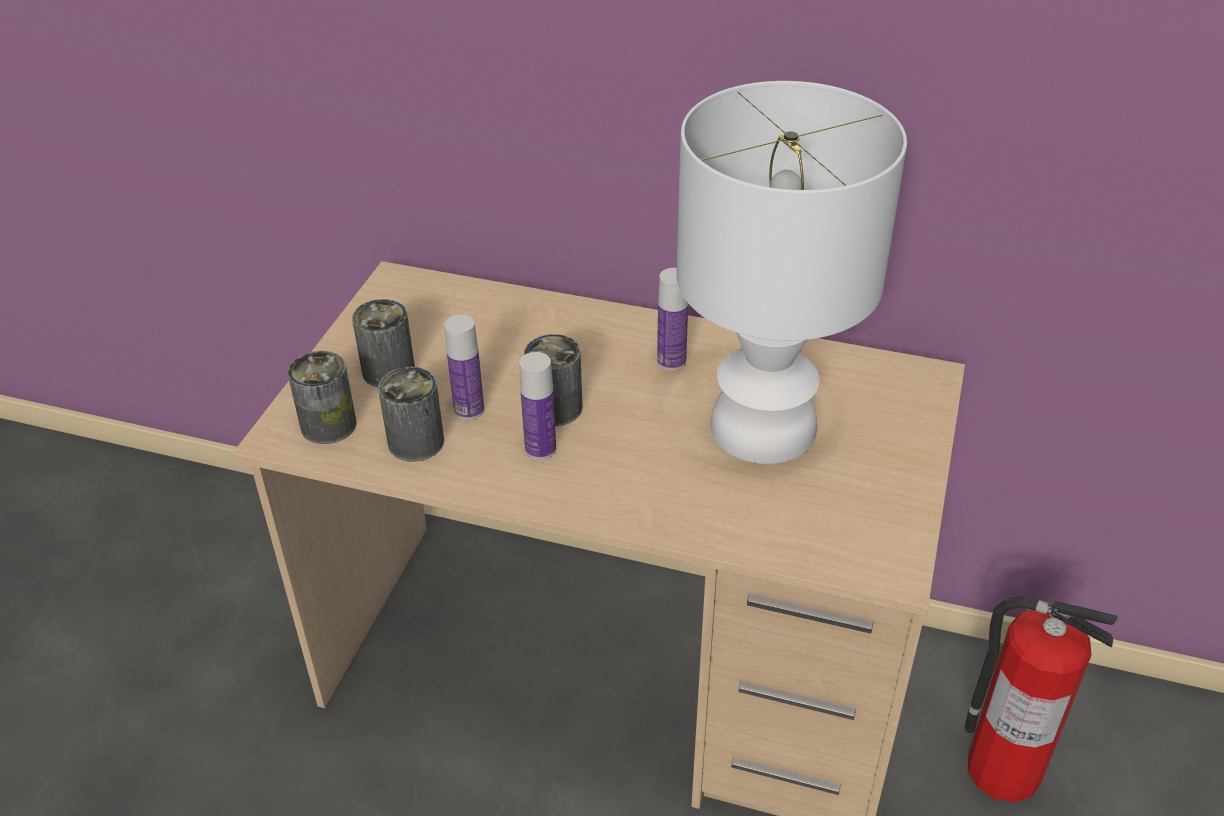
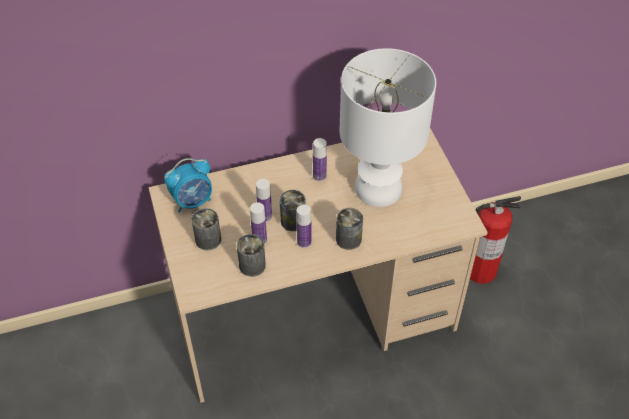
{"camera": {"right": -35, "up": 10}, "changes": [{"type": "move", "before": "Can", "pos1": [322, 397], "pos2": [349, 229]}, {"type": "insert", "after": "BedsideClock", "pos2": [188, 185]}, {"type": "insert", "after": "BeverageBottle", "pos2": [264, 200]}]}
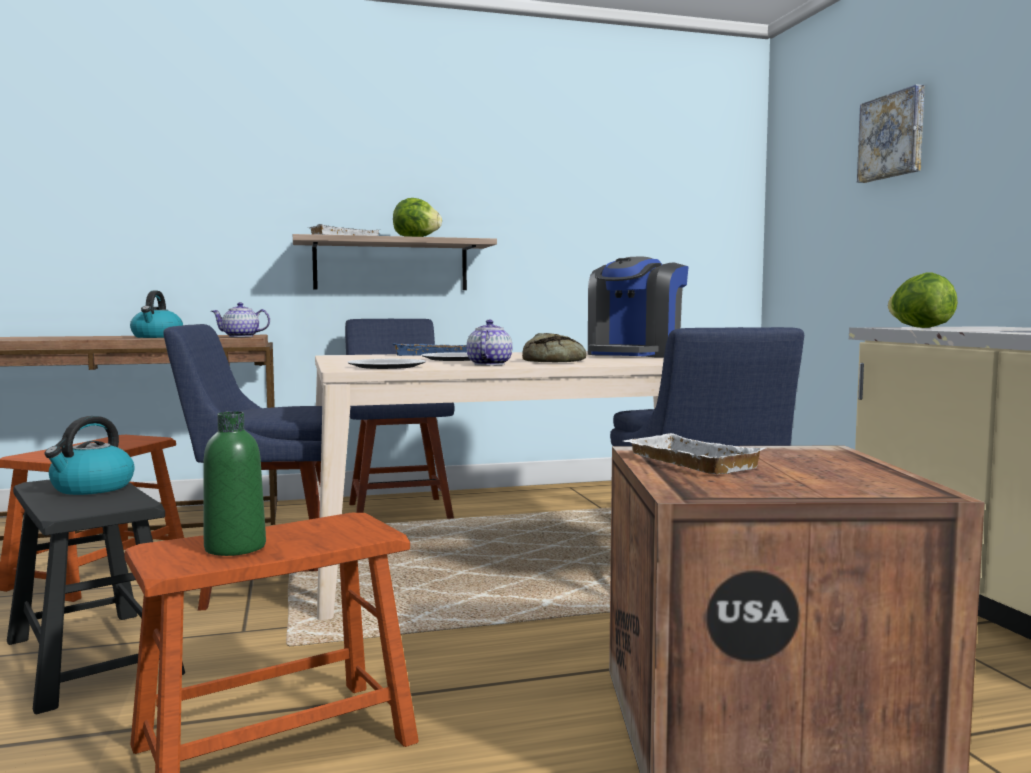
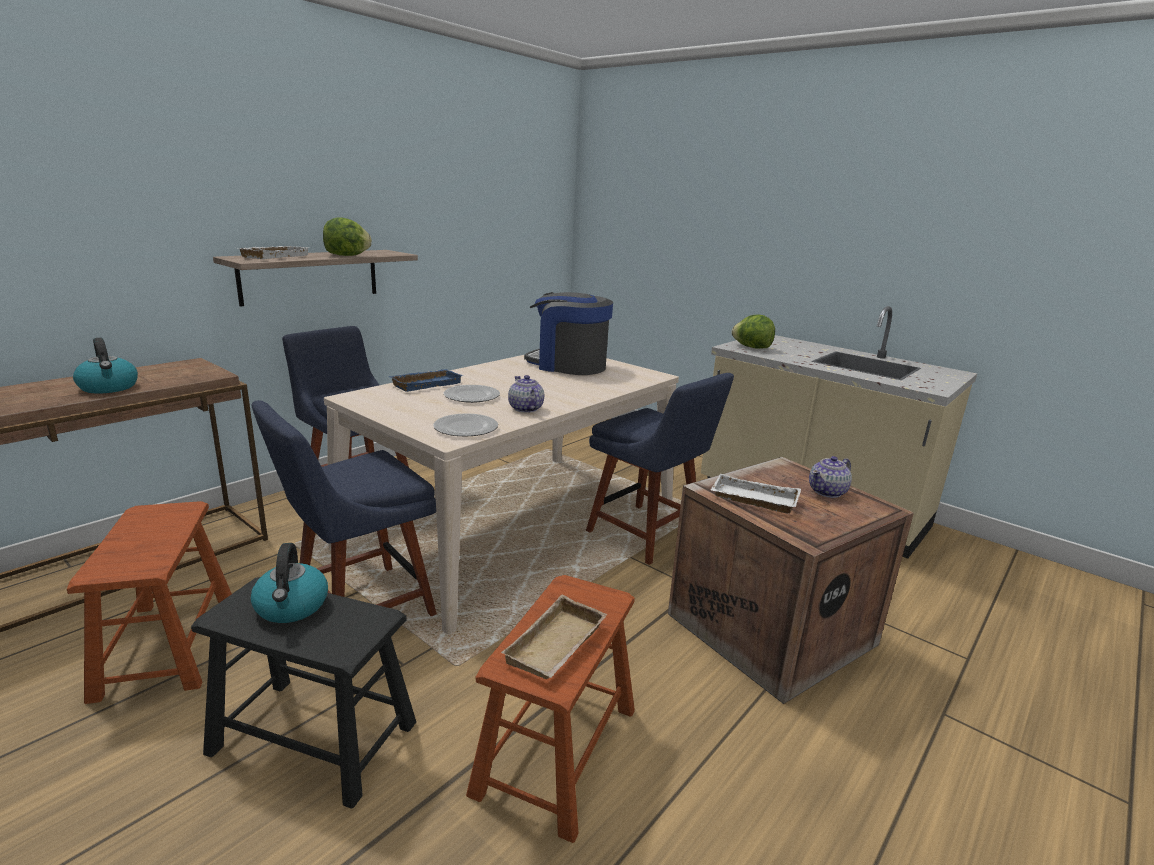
{"camera": {"right": -35, "up": 15}, "changes": [{"type": "replace", "before": "GreenishBeverageBottle", "after": "BeigeCarryingTray", "pos1": [235, 483], "pos2": [554, 637]}, {"type": "move", "before": "Teapot", "pos1": [240, 319], "pos2": [830, 477]}, {"type": "delete", "before": "BakedBread", "pos1": [554, 347]}, {"type": "rotate", "before": "CoffeeMachine", "pos1": [638, 307], "pos2": [568, 333], "turn": 120}, {"type": "delete", "before": "Picture", "pos1": [891, 133]}]}
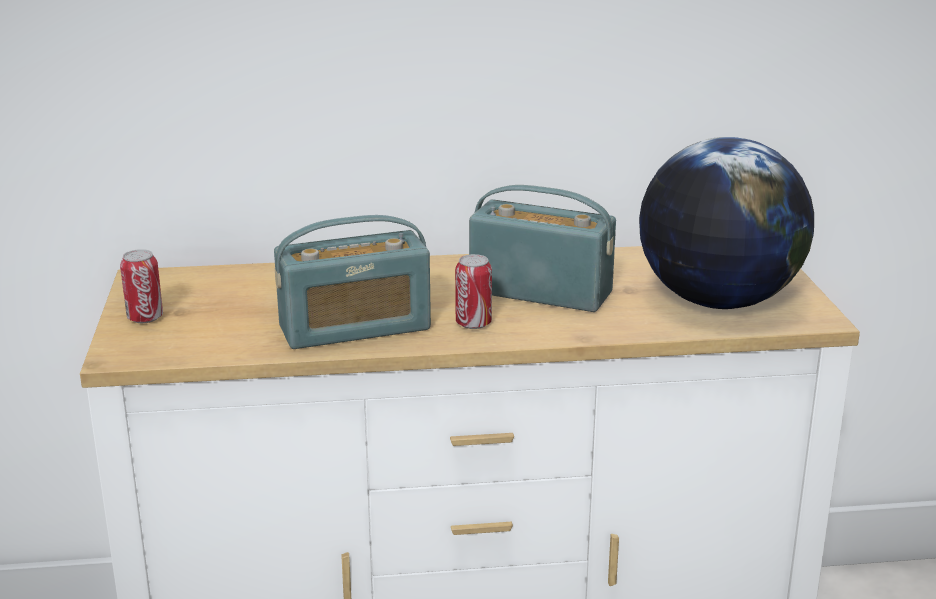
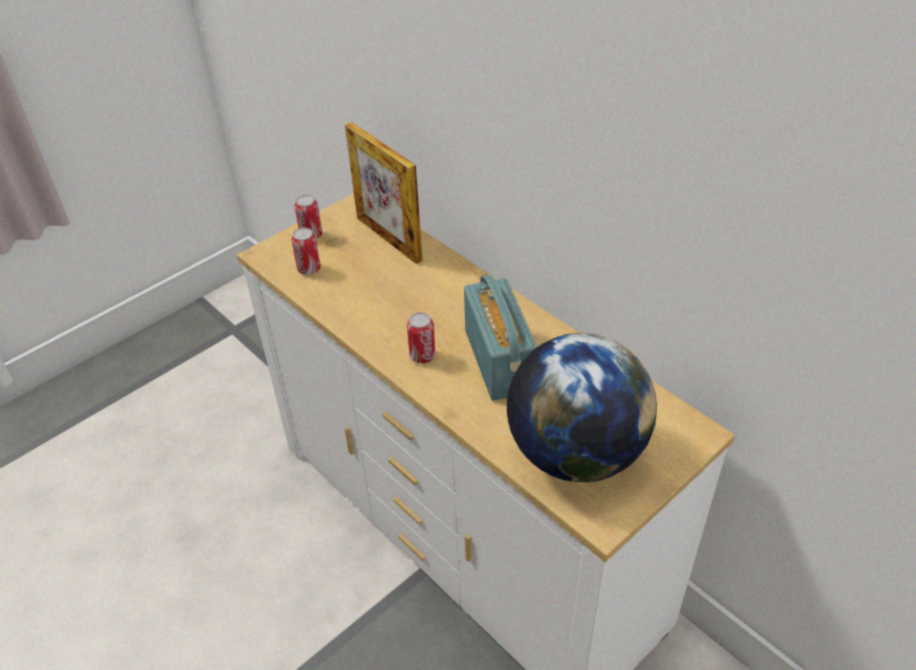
{"camera": {"right": 55, "up": 20}, "changes": [{"type": "delete", "before": "RadioSet", "pos1": [352, 282]}, {"type": "insert", "after": "Can", "pos2": [306, 251]}, {"type": "insert", "after": "PictureFrame", "pos2": [384, 193]}]}
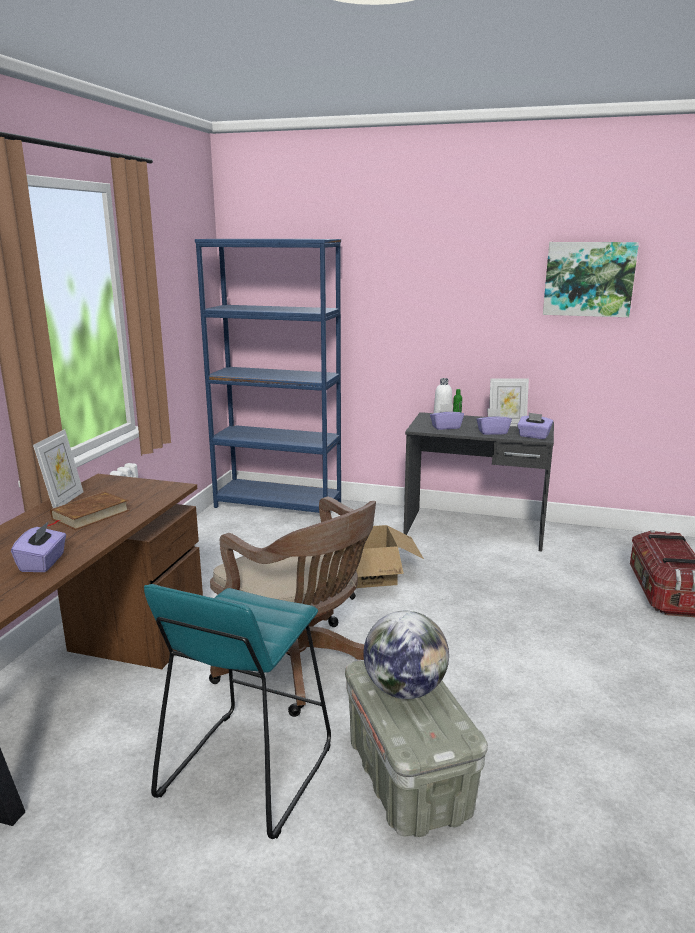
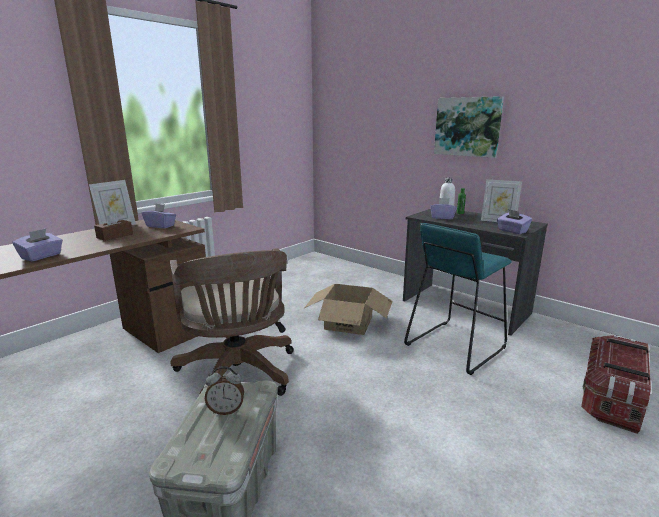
{"camera": {"right": 25, "up": 0}, "changes": [{"type": "replace", "before": "BrownColouredBoundBook", "after": "BrownColouredBoxOfTissues", "pos1": [88, 511], "pos2": [113, 226]}, {"type": "move", "before": "TurquoiseColouredStoolSeat", "pos1": [237, 711], "pos2": [458, 299]}, {"type": "delete", "before": "BlueShelvingUnit", "pos1": [268, 376]}, {"type": "replace", "before": "WorldGlobe", "after": "BedsideClock", "pos1": [406, 655], "pos2": [224, 390]}, {"type": "move", "before": "PurpleBoxOfTissues", "pos1": [494, 421], "pos2": [159, 216]}, {"type": "move", "before": "Picture", "pos1": [591, 279], "pos2": [469, 127]}]}
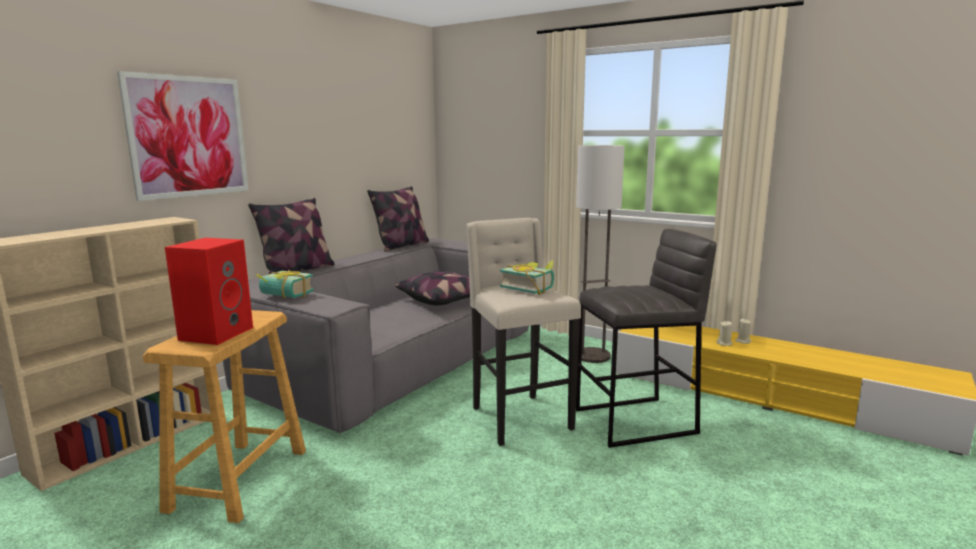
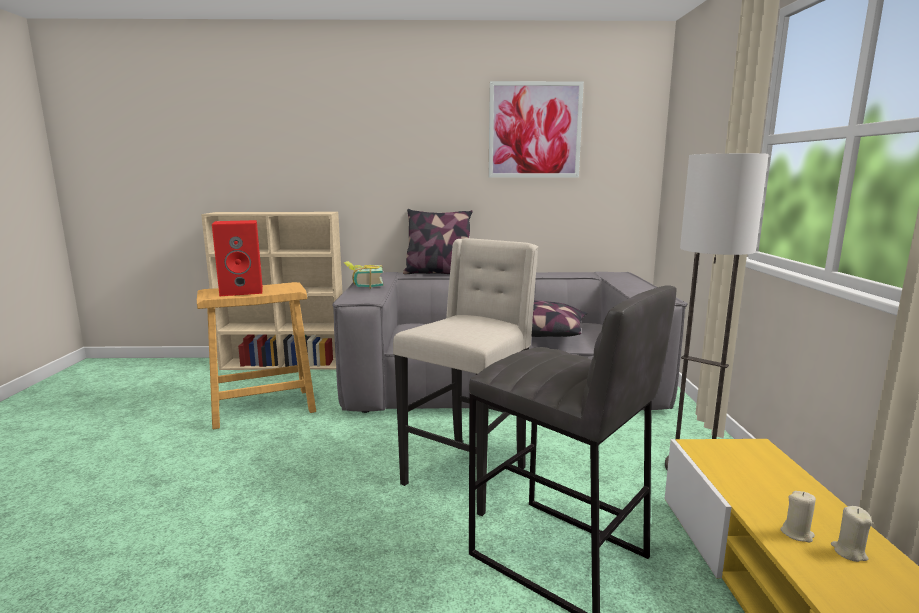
{"camera": {"right": 55, "up": 0}, "changes": [{"type": "move", "before": "Picture", "pos1": [182, 136], "pos2": [536, 129]}, {"type": "delete", "before": "Cushion", "pos1": [398, 219]}, {"type": "delete", "before": "BoundBook", "pos1": [527, 277]}]}
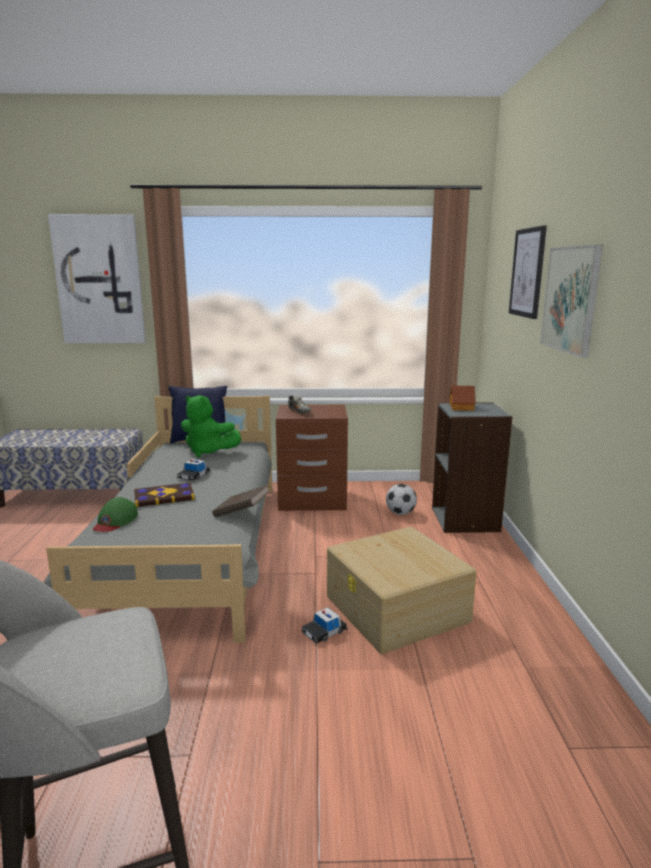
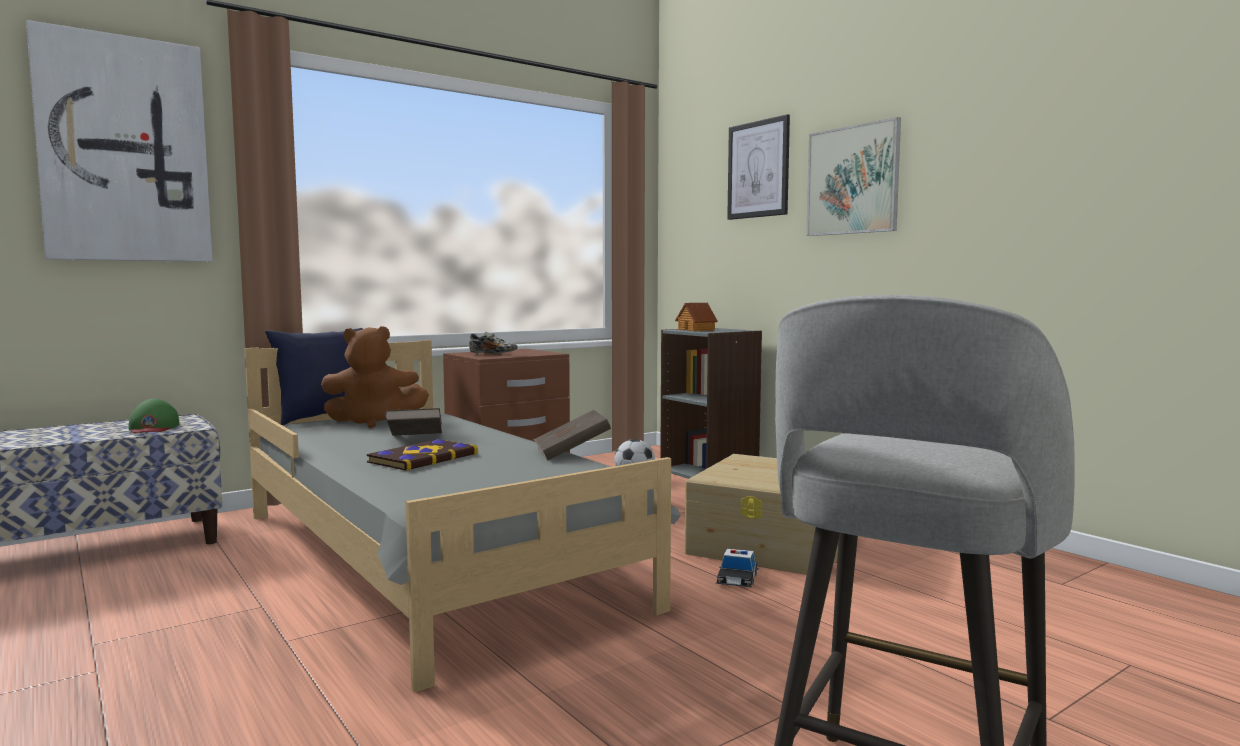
{"camera": {"right": -35, "up": -10}, "changes": [{"type": "move", "before": "GreenishPeakedCap", "pos1": [115, 514], "pos2": [153, 416]}, {"type": "replace", "before": "ModelCar", "after": "BrownColouredBoundBook", "pos1": [194, 470], "pos2": [413, 422]}, {"type": "recolor", "before": "GreenishCuddlyToy", "after": "BrownColouredCuddlyToy", "pos1": [211, 426], "pos2": [375, 377]}]}
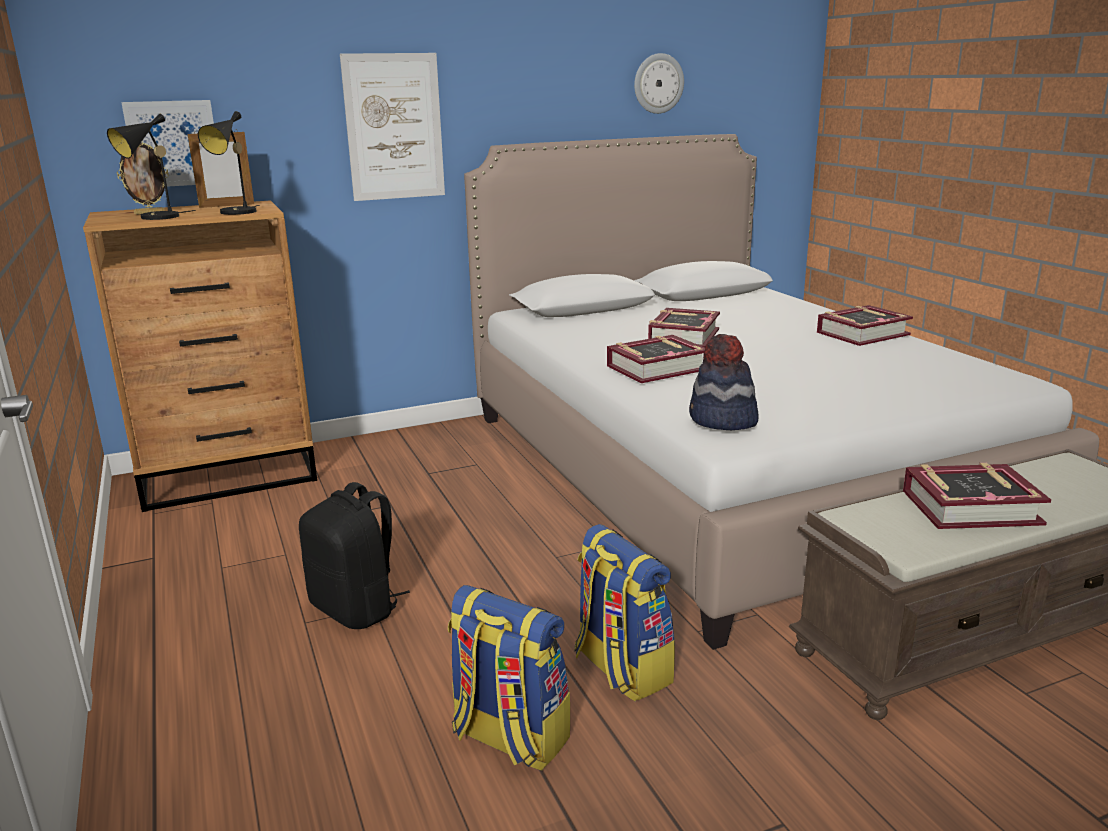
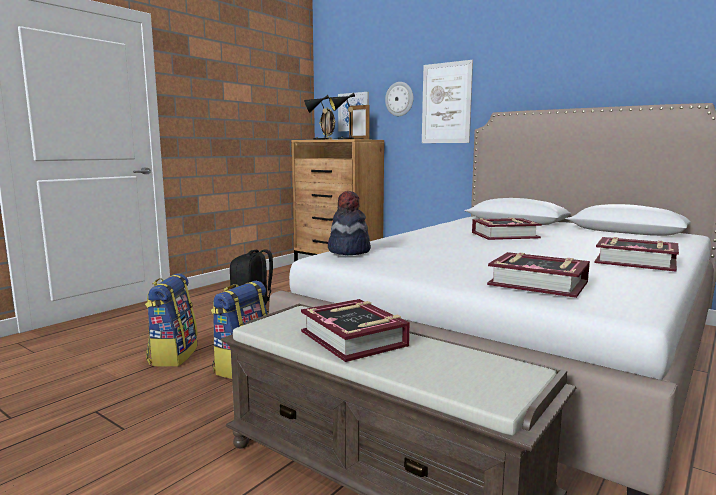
{"camera": {"right": 60, "up": -10}, "changes": [{"type": "move", "before": "BoundBook", "pos1": [656, 359], "pos2": [538, 275]}, {"type": "move", "before": "HangingClock", "pos1": [659, 83], "pos2": [399, 99]}]}
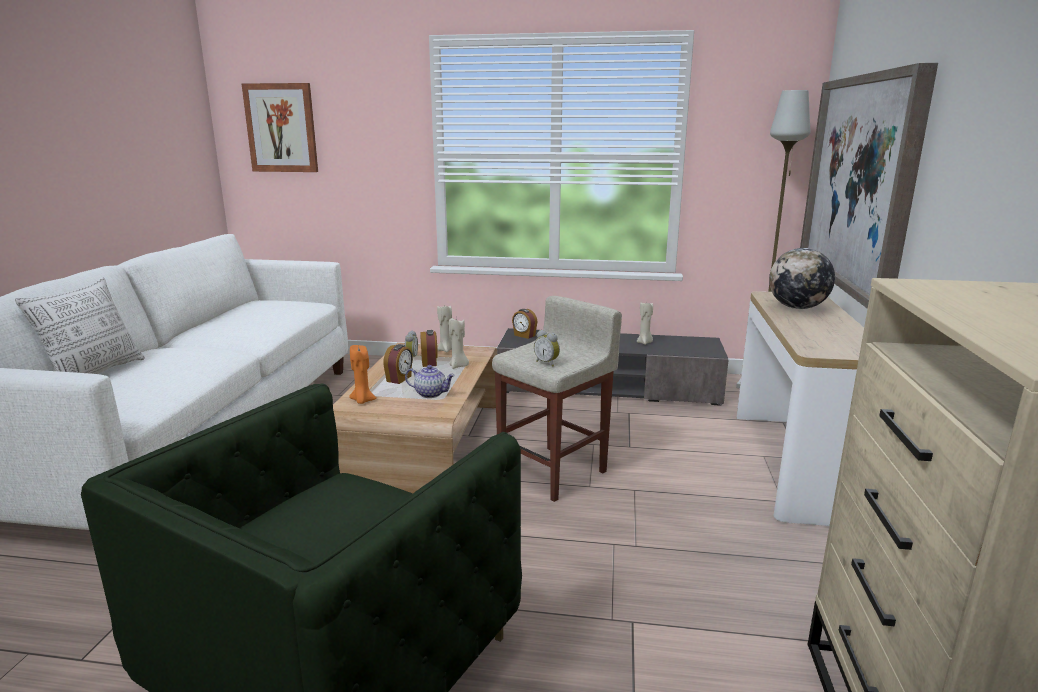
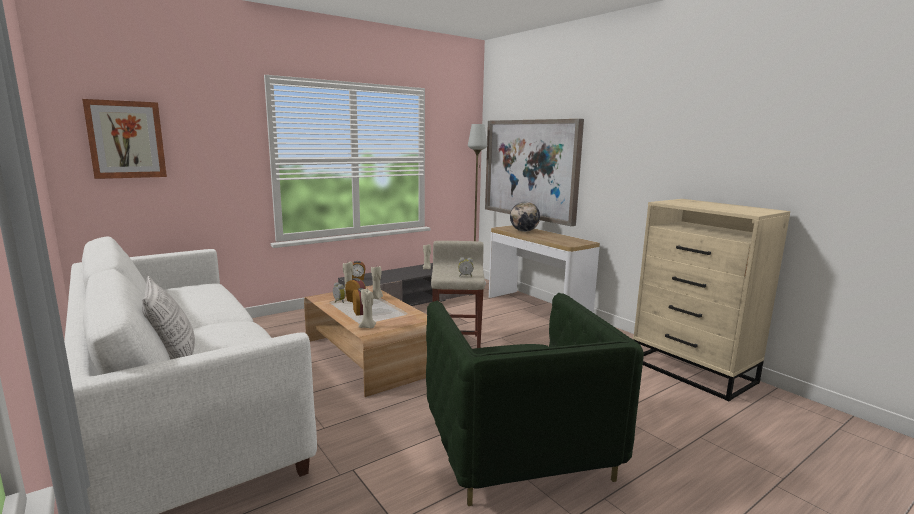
{"camera": {"right": -45, "up": -5}, "changes": [{"type": "recolor", "before": "OrangeyWaxLight", "after": "BeigeWaxLight", "pos1": [363, 374], "pos2": [367, 308]}, {"type": "delete", "before": "Teapot", "pos1": [430, 381]}]}
